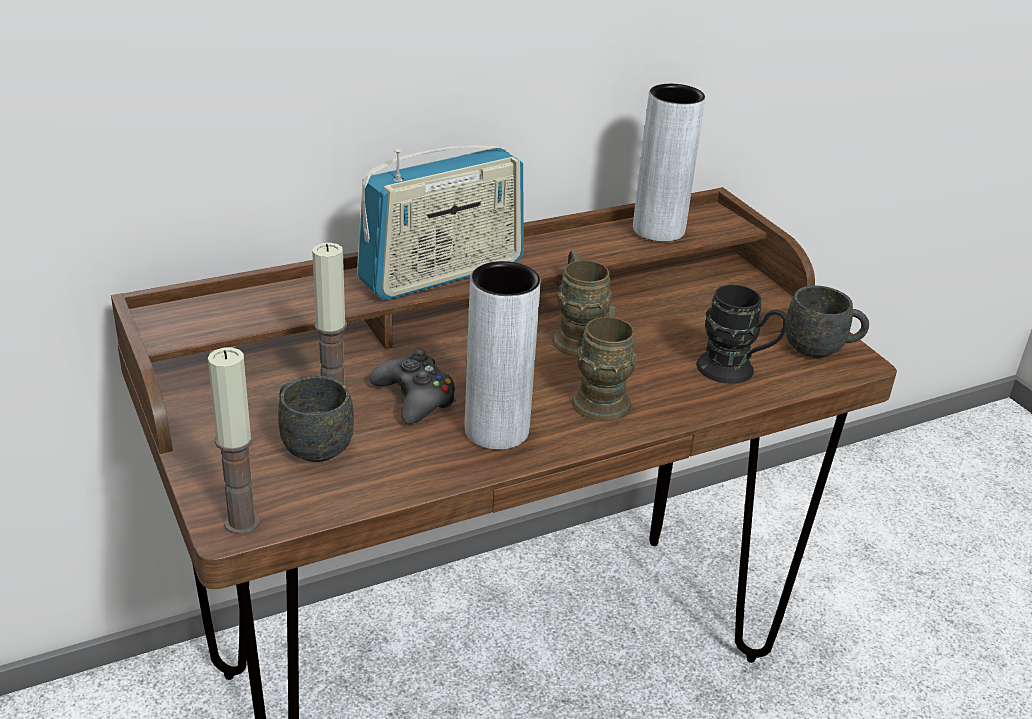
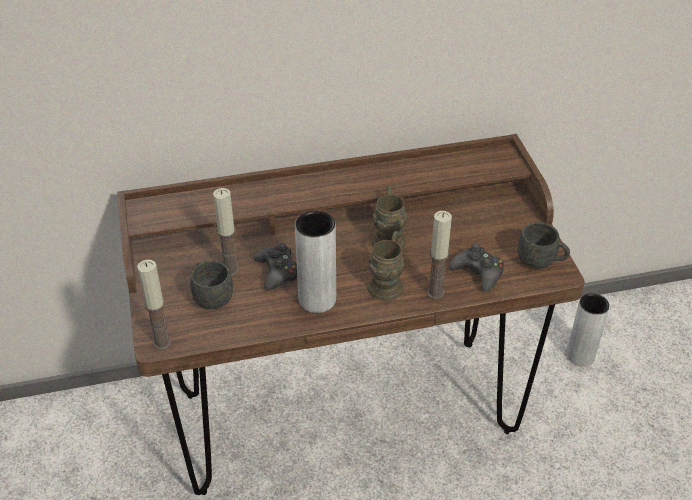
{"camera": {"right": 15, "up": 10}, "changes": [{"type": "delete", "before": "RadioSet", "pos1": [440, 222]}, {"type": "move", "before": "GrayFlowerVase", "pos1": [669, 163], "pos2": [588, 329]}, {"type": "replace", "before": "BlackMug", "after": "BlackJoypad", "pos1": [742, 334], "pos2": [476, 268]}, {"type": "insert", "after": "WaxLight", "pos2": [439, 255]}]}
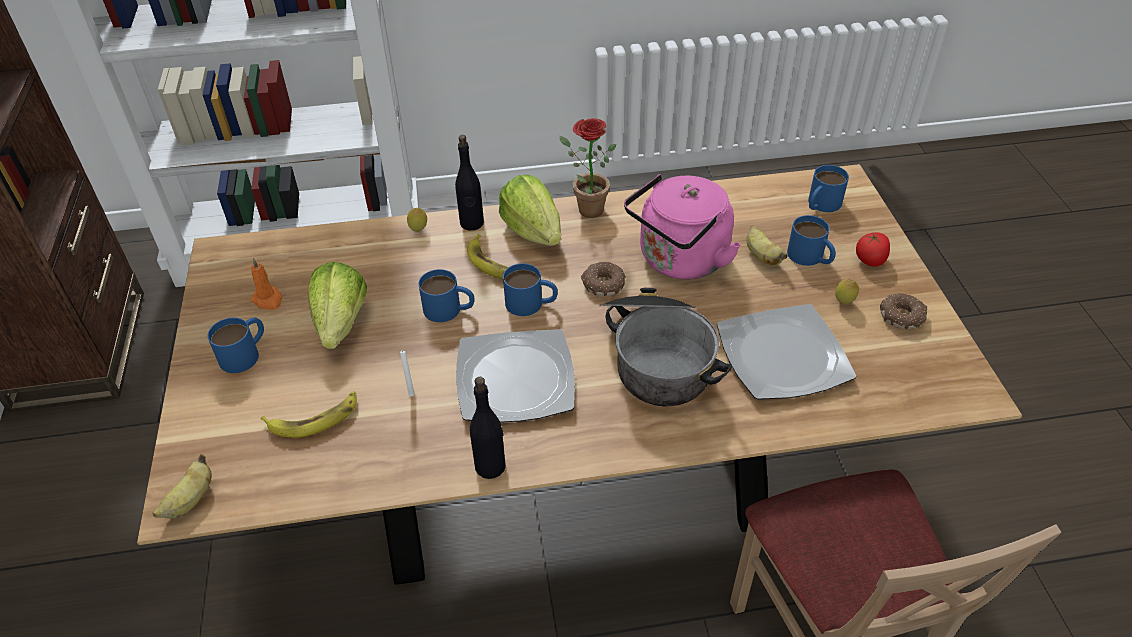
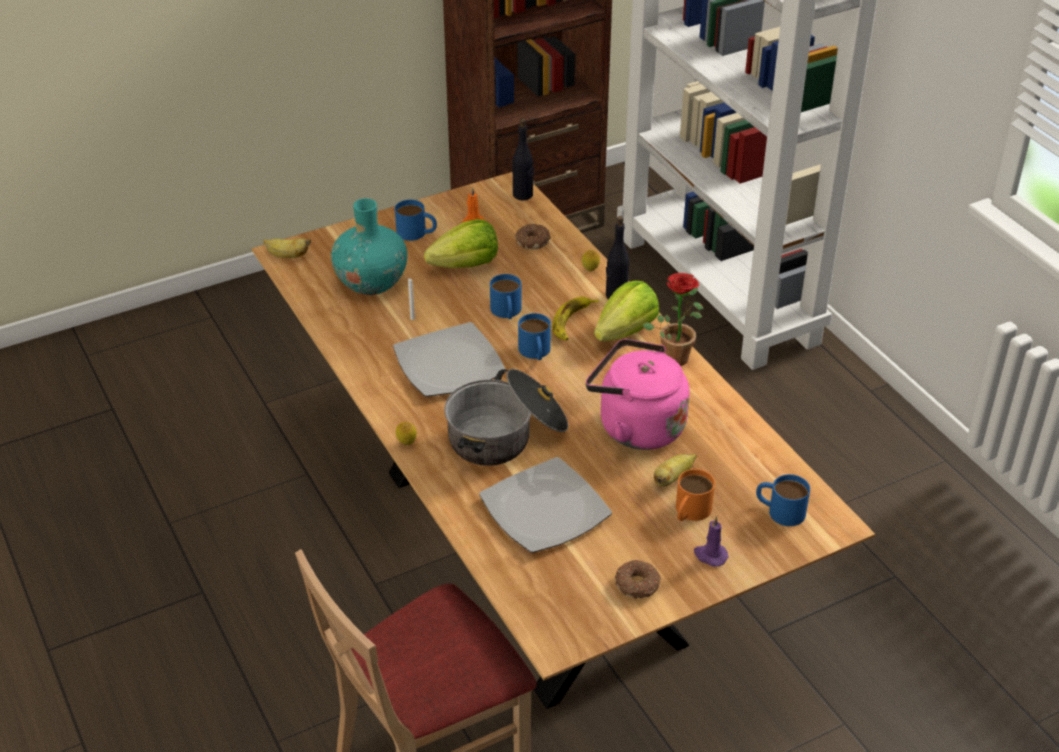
{"camera": {"right": 70, "up": -5}, "changes": [{"type": "replace", "before": "Banana", "after": "TurquoiseColouredFlowerVase", "pos1": [309, 415], "pos2": [369, 246]}, {"type": "move", "before": "BlackBeverageBottle", "pos1": [488, 428], "pos2": [523, 159]}, {"type": "move", "before": "RingDoughnut", "pos1": [603, 278], "pos2": [532, 237]}, {"type": "recolor", "before": "BlueMug", "after": "OrangeyMug", "pos1": [811, 240], "pos2": [695, 495]}, {"type": "move", "before": "Lemon", "pos1": [847, 291], "pos2": [406, 433]}, {"type": "replace", "before": "WholeTomato", "after": "PurpleWaxLight", "pos1": [873, 249], "pos2": [711, 541]}]}
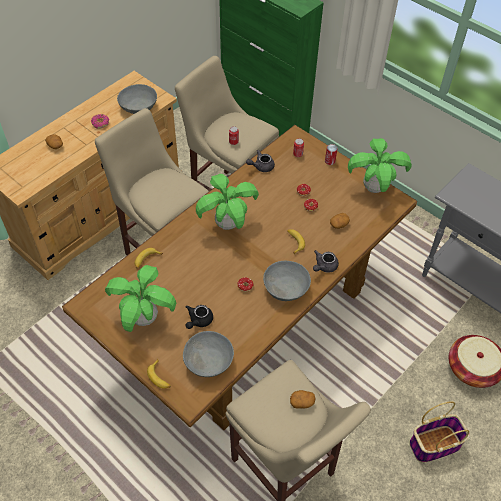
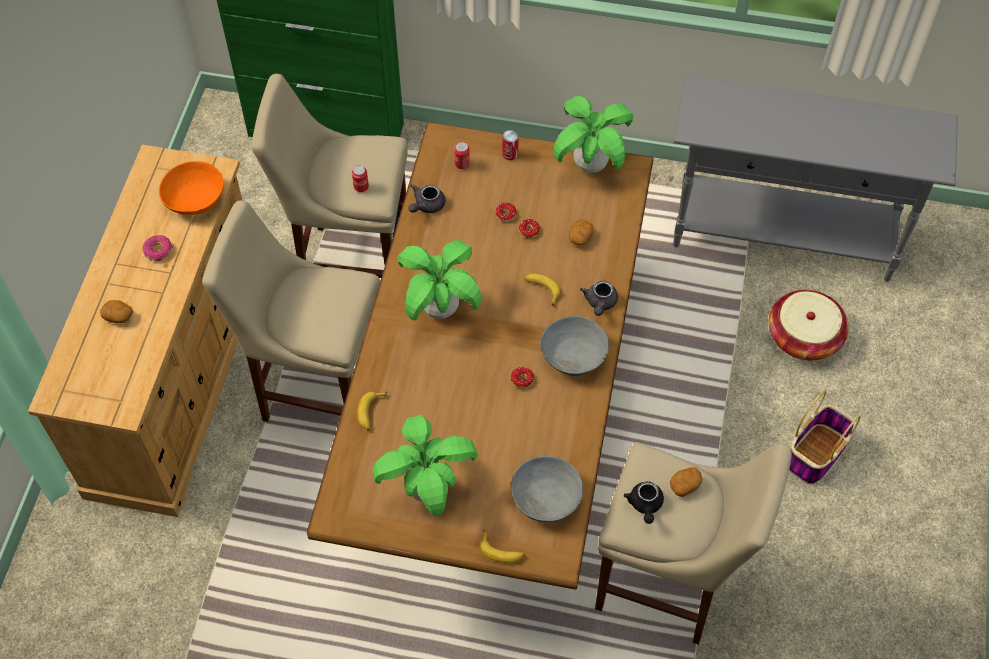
{"camera": {"right": -30, "up": 5}, "changes": [{"type": "recolor", "before": "GrayDeepDish", "after": "OrangeyDeepDish", "pos1": [137, 99], "pos2": [191, 188]}, {"type": "move", "before": "BlackTeapot", "pos1": [199, 317], "pos2": [643, 502]}]}
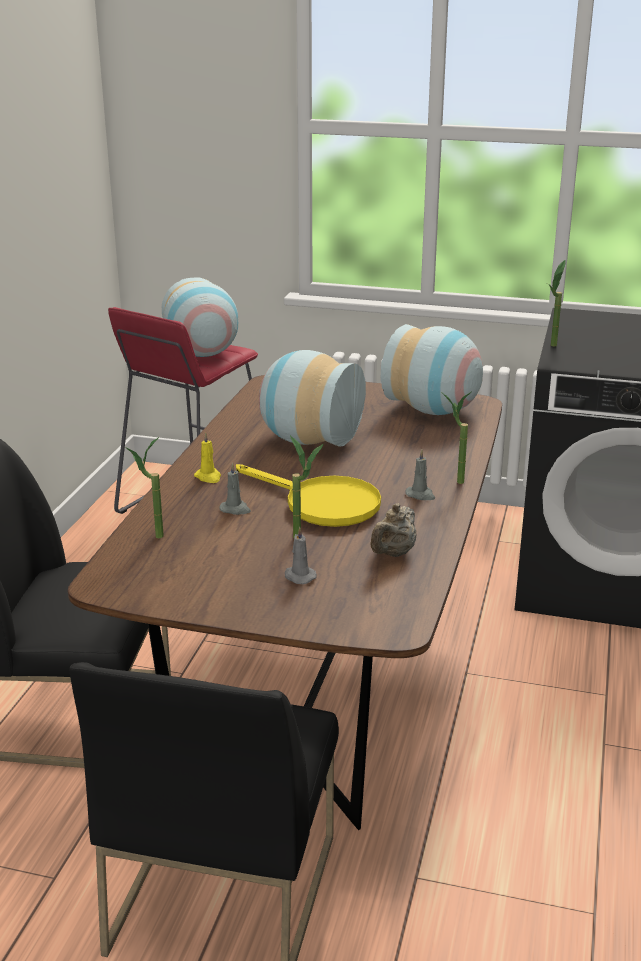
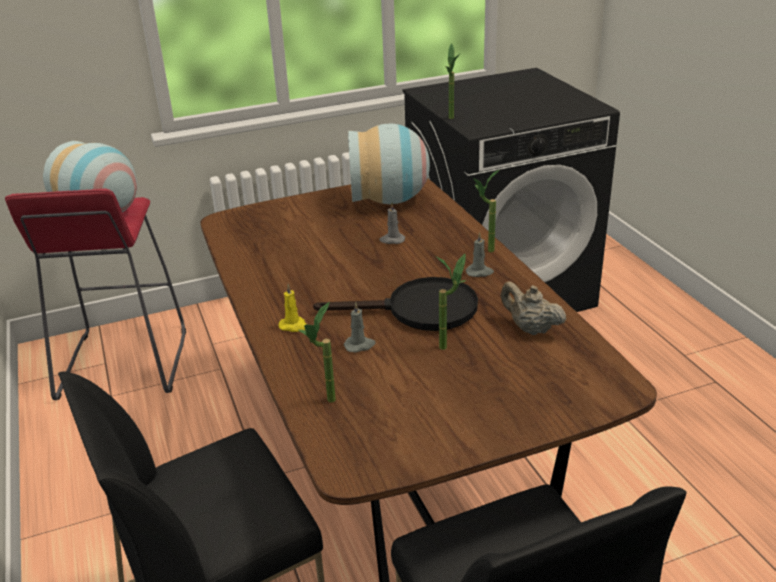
{"camera": {"right": -35, "up": 5}, "changes": [{"type": "recolor", "before": "YellowSkillet", "after": "BlackSkillet", "pos1": [308, 495], "pos2": [395, 304]}, {"type": "delete", "before": "FlowerVase", "pos1": [312, 398]}, {"type": "move", "before": "GrayWaxLight", "pos1": [301, 555], "pos2": [392, 223]}, {"type": "rotate", "before": "BeigeTeapot", "pos1": [394, 530], "pos2": [533, 308], "turn": 135}]}
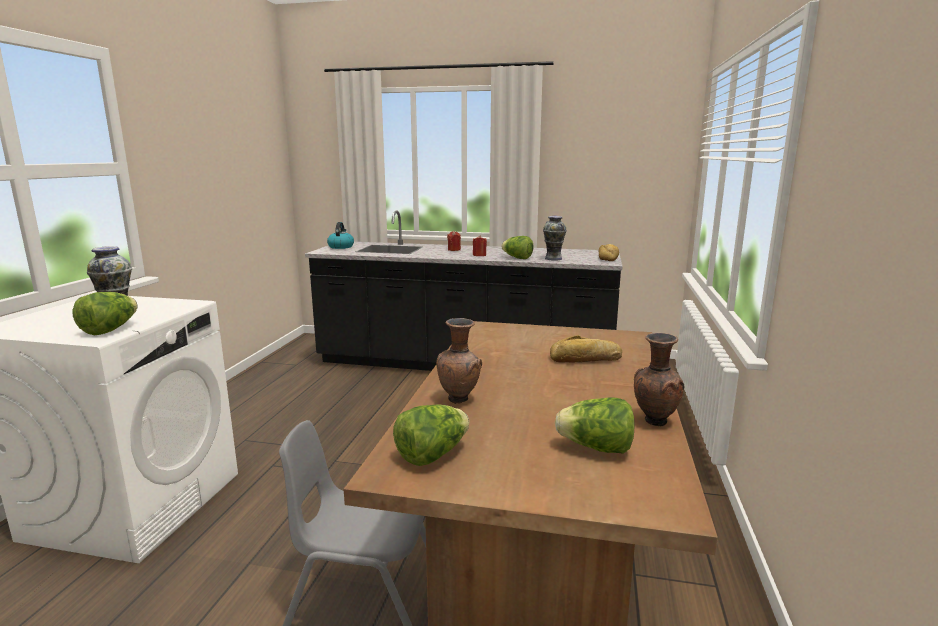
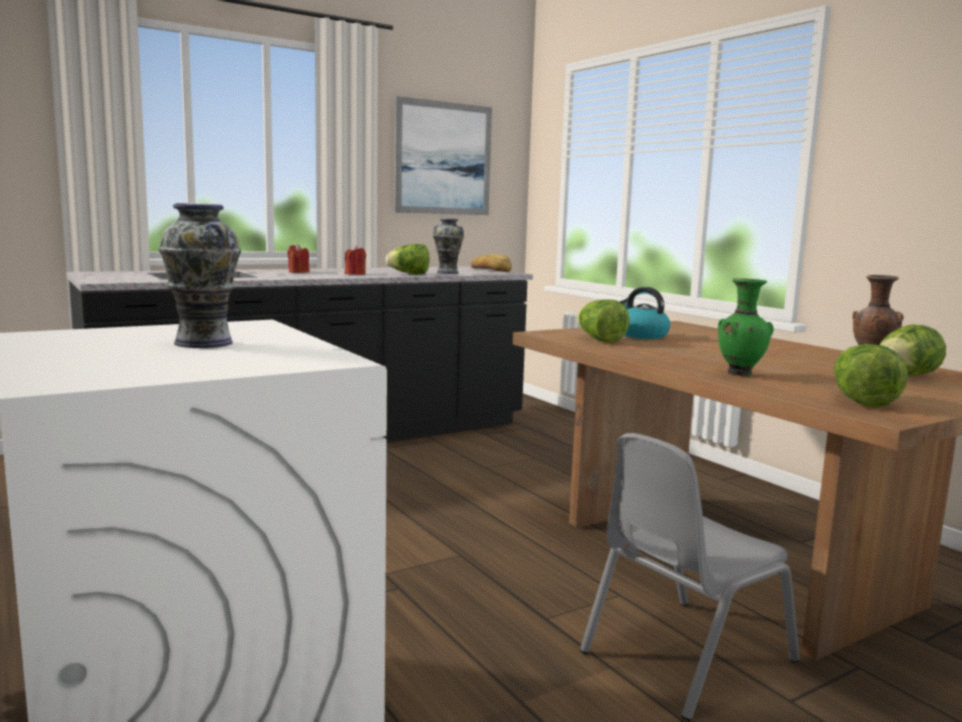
{"camera": {"right": -45, "up": -5}, "changes": [{"type": "move", "before": "LettuceHead", "pos1": [104, 313], "pos2": [603, 321]}, {"type": "move", "before": "TeaKettle", "pos1": [340, 235], "pos2": [645, 313]}, {"type": "recolor", "before": "BrownColouredFlowerVase", "after": "GreenishFlowerVase", "pos1": [459, 361], "pos2": [746, 327]}, {"type": "delete", "before": "BakedBread", "pos1": [586, 349]}, {"type": "insert", "after": "Picture", "pos2": [443, 155]}]}
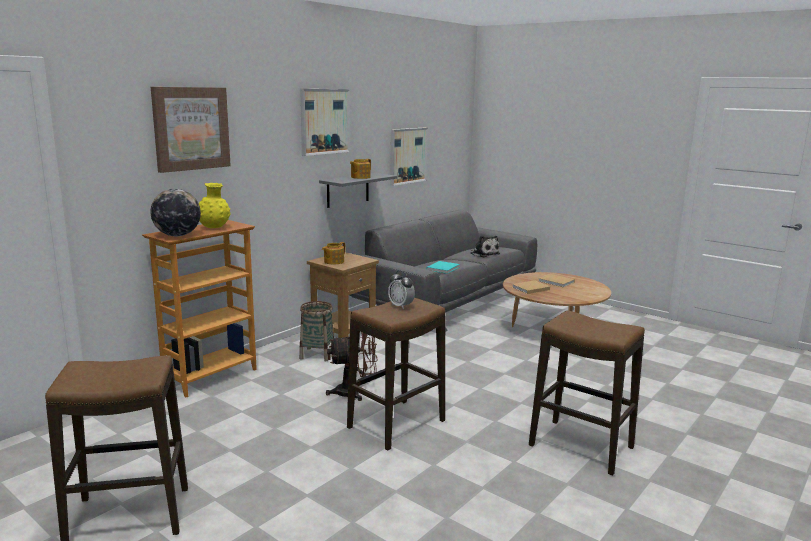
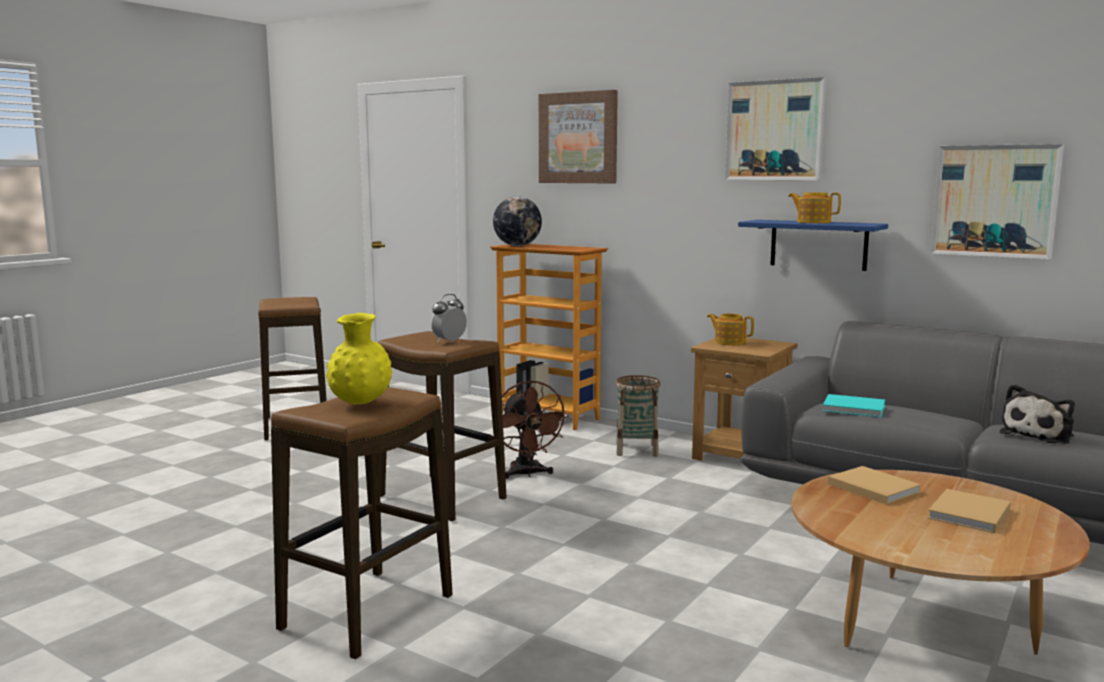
{"camera": {"right": 85, "up": -5}, "changes": [{"type": "move", "before": "YellowFlowerVase", "pos1": [215, 205], "pos2": [359, 358]}, {"type": "recolor", "before": "GrayWallShelf", "after": "BlueWallShelf", "pos1": [358, 190], "pos2": [813, 245]}]}
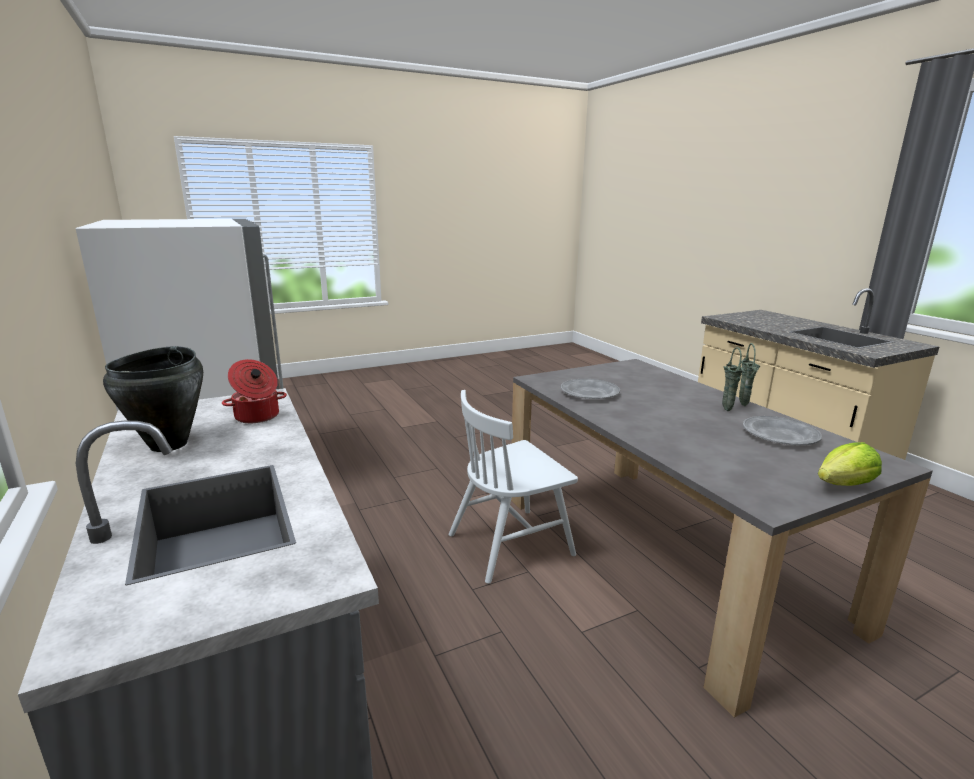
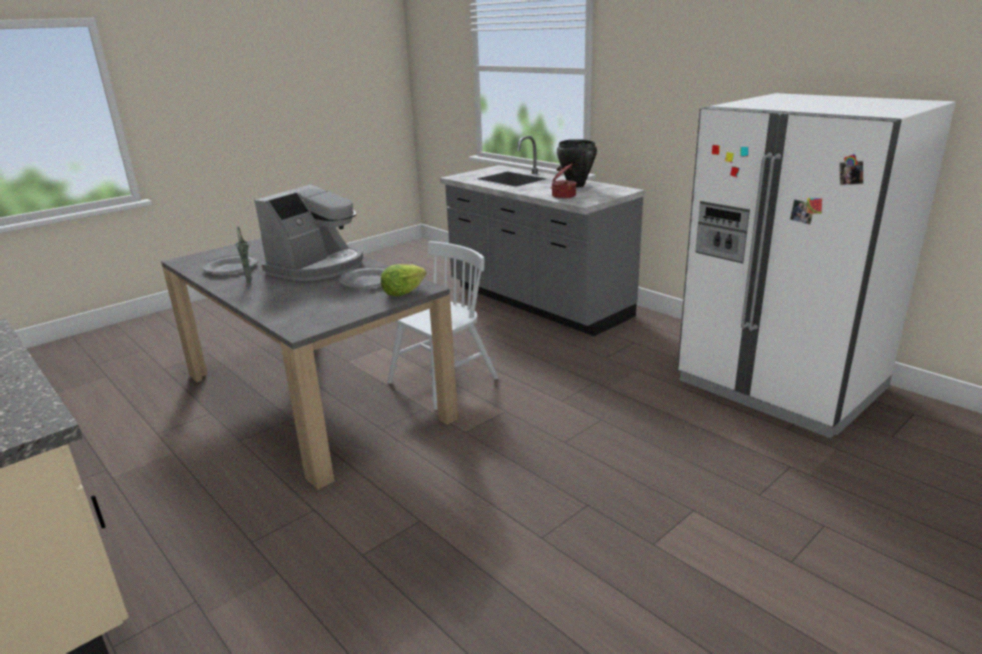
{"camera": {"right": 165, "up": 5}, "changes": [{"type": "delete", "before": "GreenishFlowerVase", "pos1": [749, 374]}, {"type": "move", "before": "LettuceHead", "pos1": [850, 464], "pos2": [403, 280]}, {"type": "insert", "after": "CoffeeMachine", "pos2": [308, 232]}]}
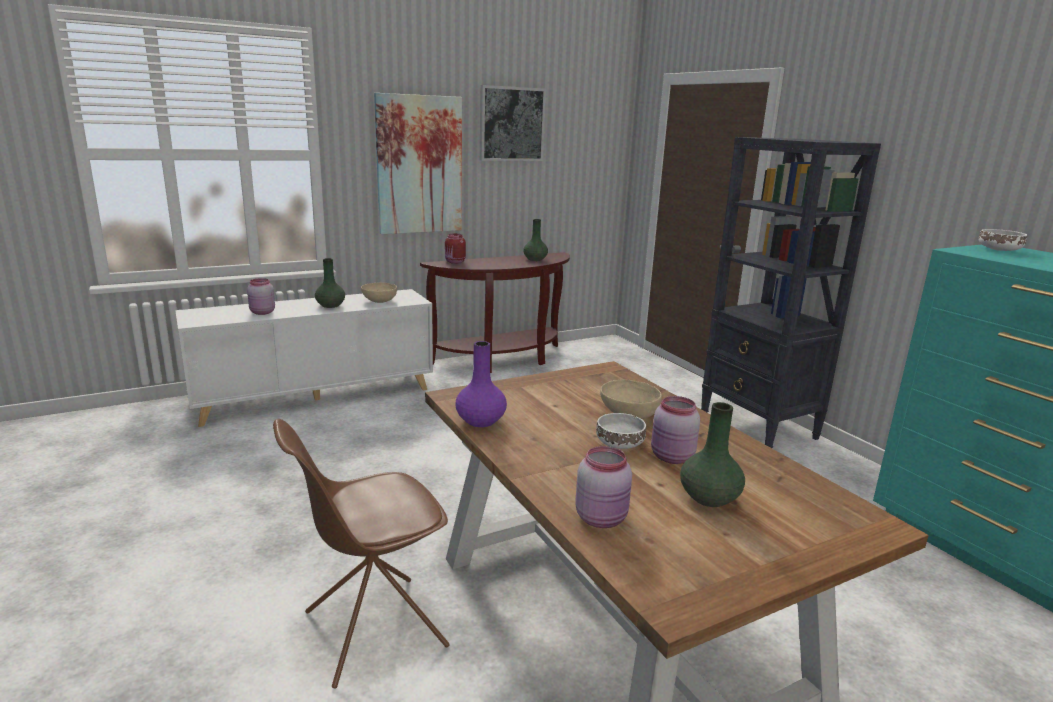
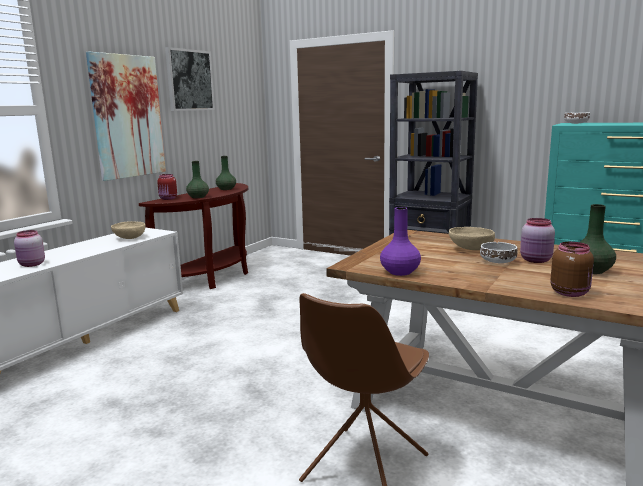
{"camera": {"right": -30, "up": -5}, "changes": [{"type": "move", "before": "GreenishFlowerVase", "pos1": [330, 283], "pos2": [197, 179]}, {"type": "recolor", "before": "PinkColouredPreserveJar", "after": "BrownColouredPreserveJar", "pos1": [603, 487], "pos2": [572, 269]}]}
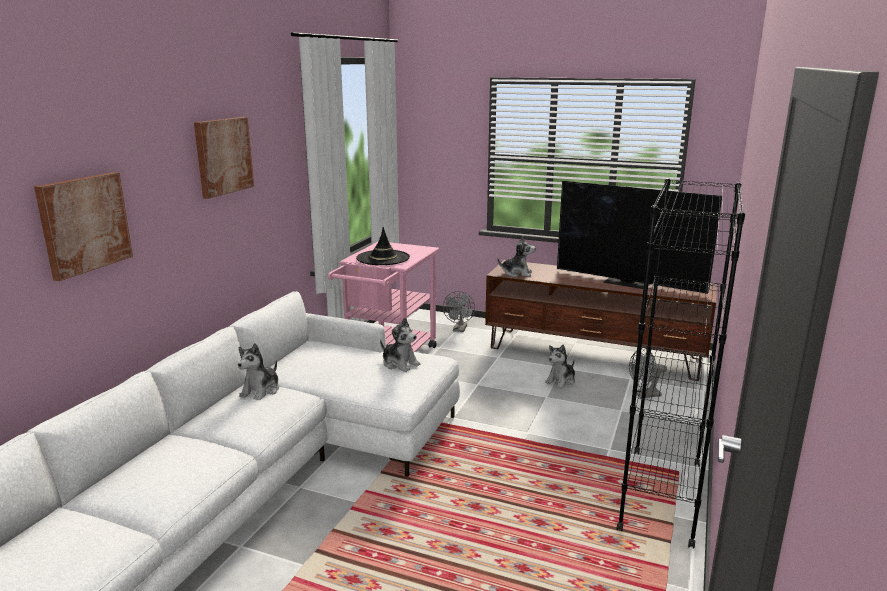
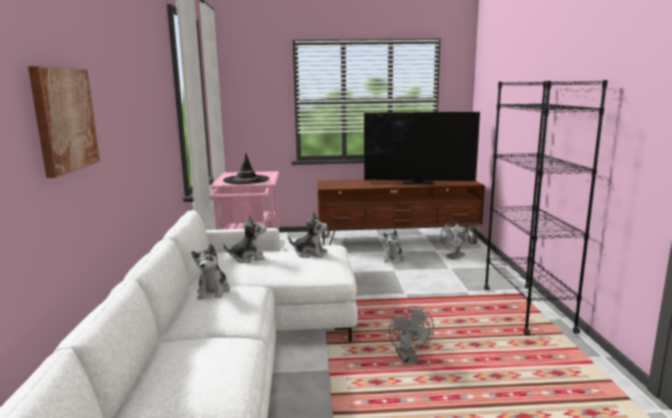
{"camera": {"right": -25, "up": -5}, "changes": [{"type": "delete", "before": "Picture", "pos1": [224, 158]}, {"type": "move", "before": "GrayElectricFan", "pos1": [459, 311], "pos2": [411, 335]}, {"type": "move", "before": "CuddlyToy", "pos1": [516, 256], "pos2": [244, 239]}]}
